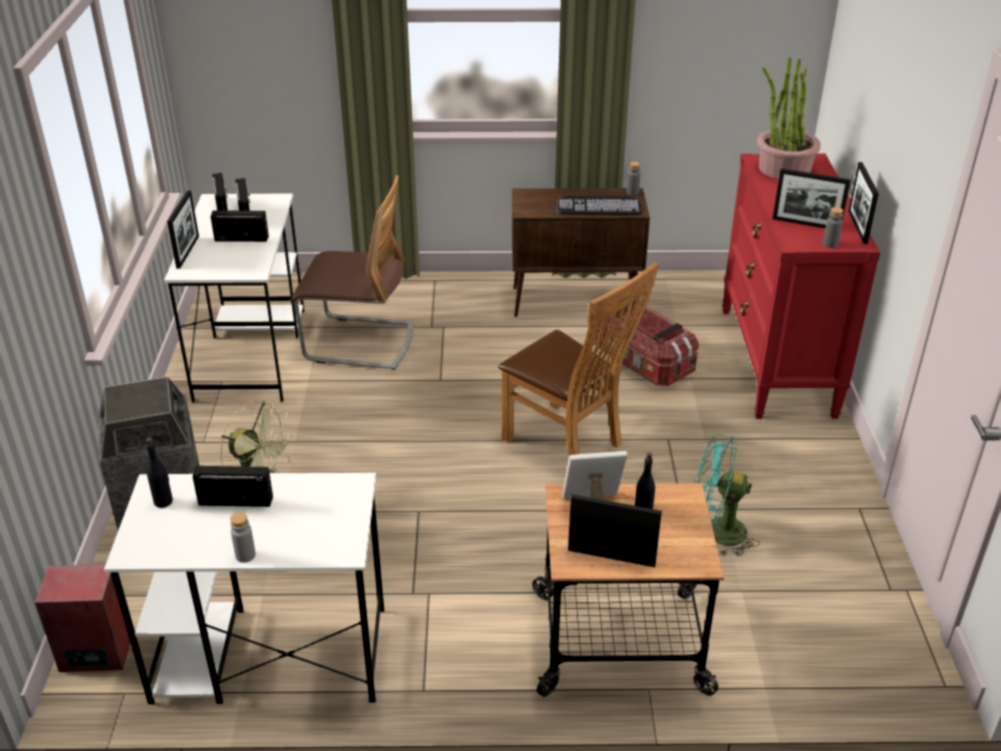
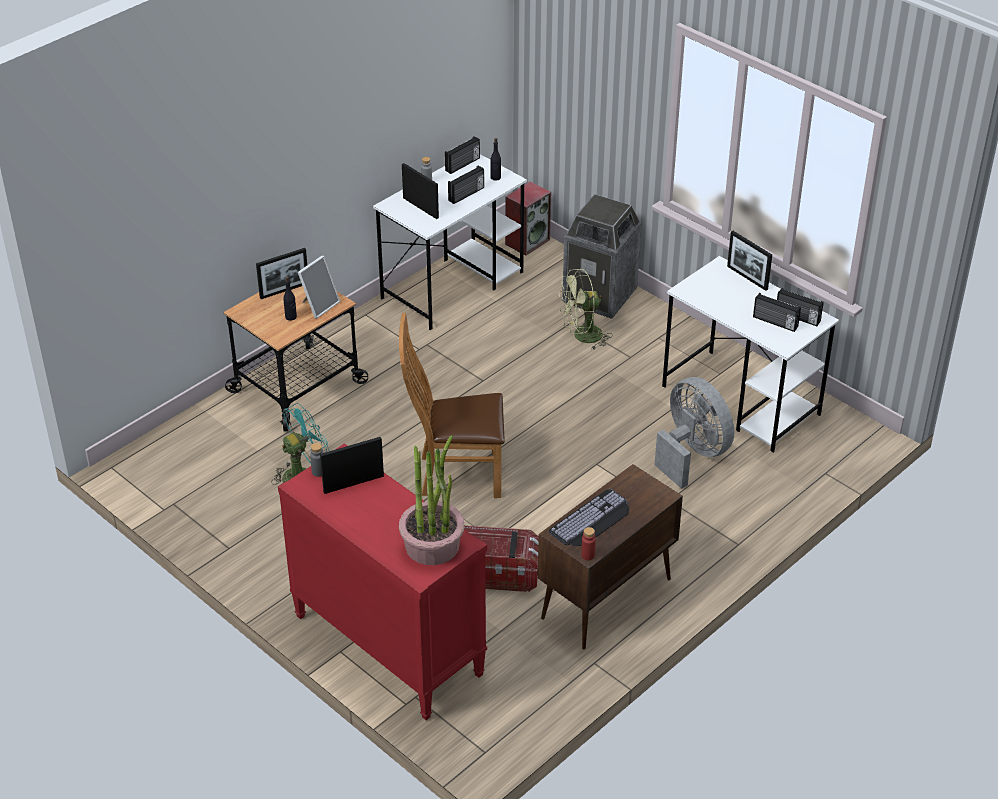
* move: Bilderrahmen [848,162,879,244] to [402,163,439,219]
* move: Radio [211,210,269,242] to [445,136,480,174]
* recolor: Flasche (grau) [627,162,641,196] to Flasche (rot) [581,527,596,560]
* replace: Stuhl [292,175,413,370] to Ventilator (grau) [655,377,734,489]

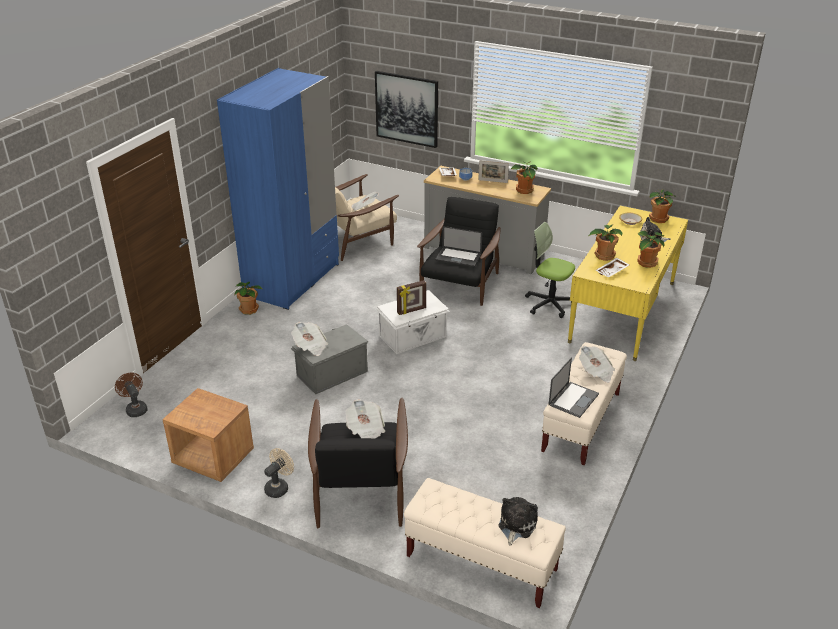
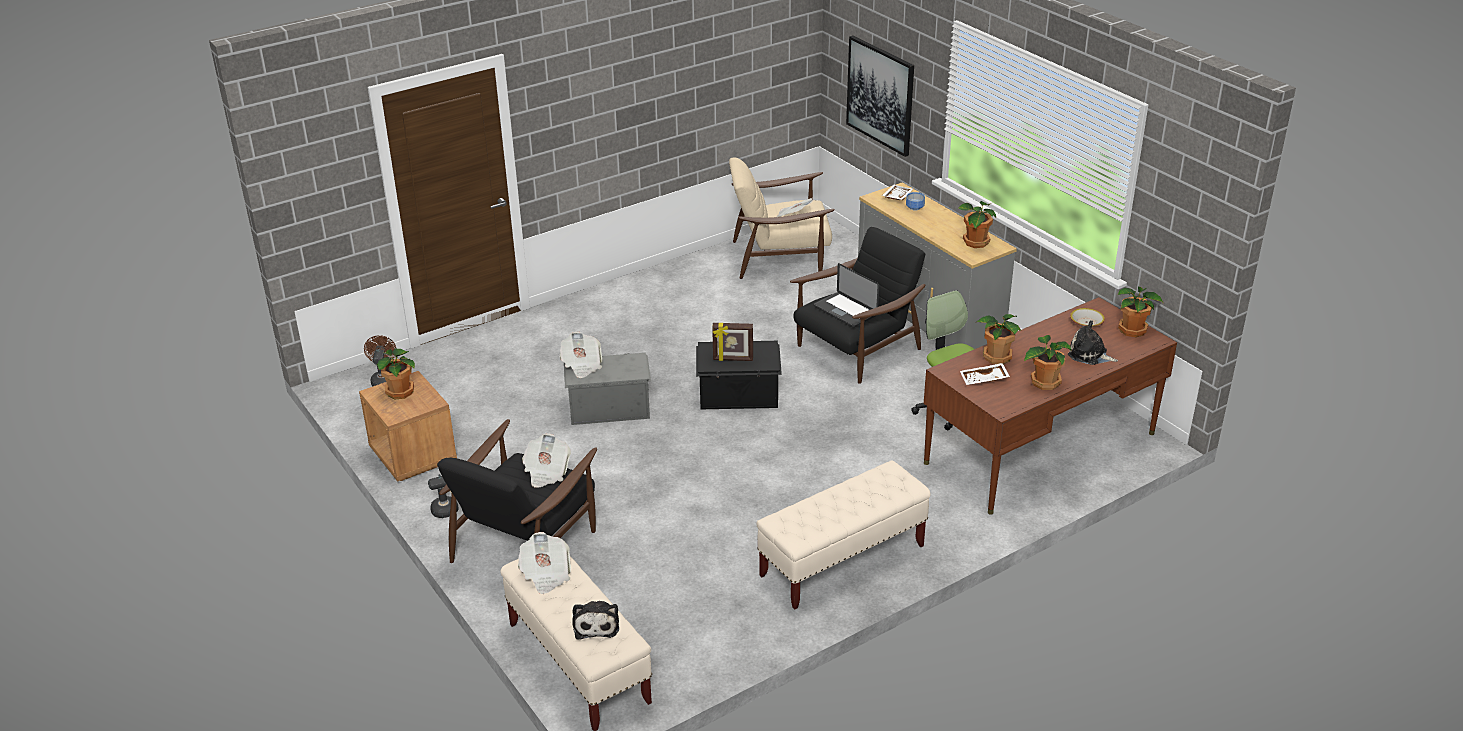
* move: Topfpflanze [235,282,263,315] to [377,349,415,399]
* move: Zeitung [579,346,615,383] to [518,532,571,594]
* rotate: Plüschtier [498,497,538,546] = [572,601,619,639] 120 degrees clockwise
* recolor: Aufbewahrungsbox (weiß) [377,290,450,354] to Aufbewahrungsbox (schwarz) [696,341,782,409]
* recolor: Schreibtisch (gelb) [568,206,688,361] to Schreibtisch (braun) [924,297,1177,515]
* delete: Kleiderschrank (blau) [217,68,339,310]
* delete: Bilderrahmen [478,160,509,183]
* delete: Laptop [548,357,599,418]

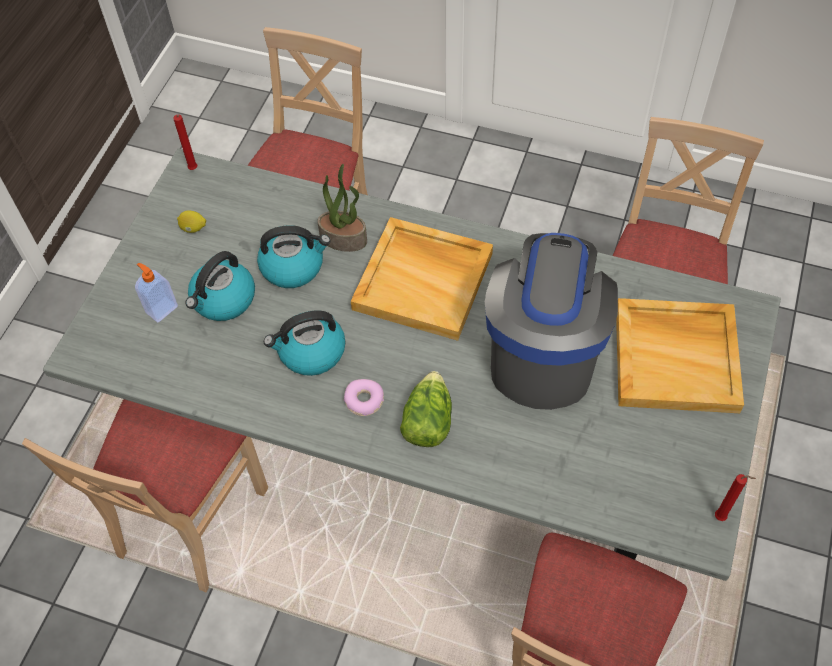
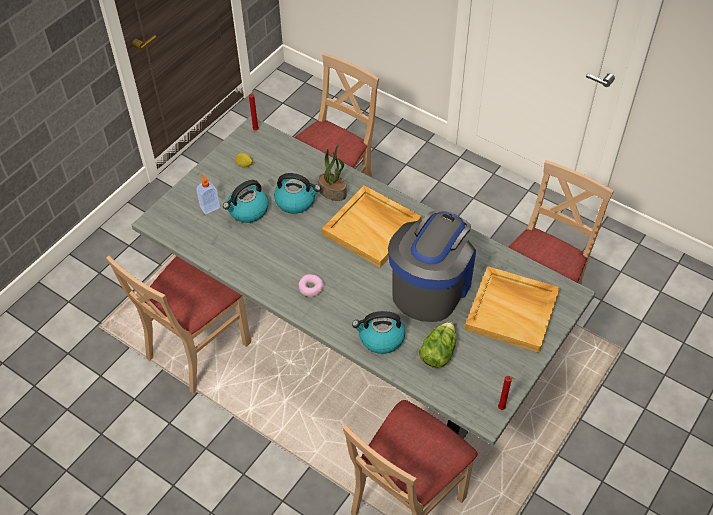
* move: Wasserkessel [264,311,345,376] to [352,311,405,354]
* move: Salatkopf [400,371,452,447] to [419,322,456,368]

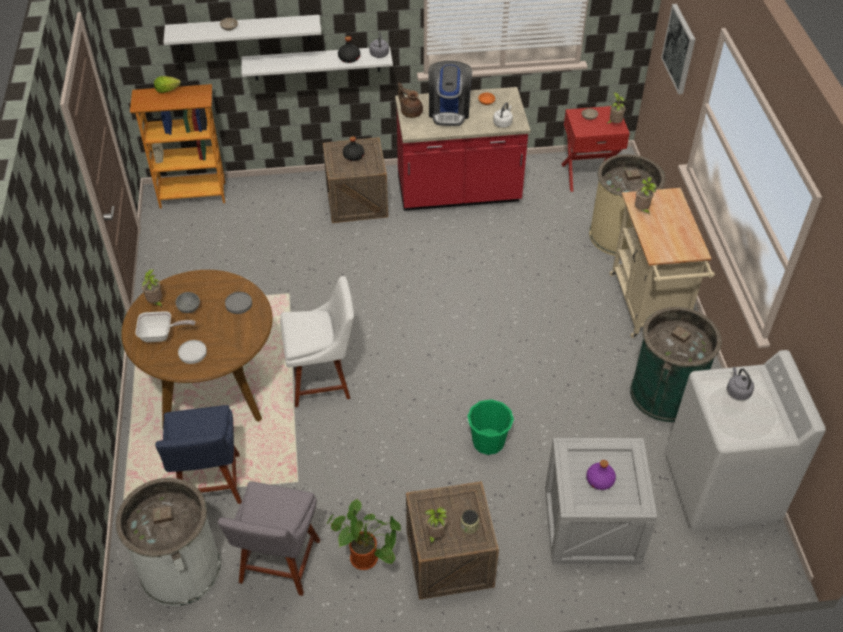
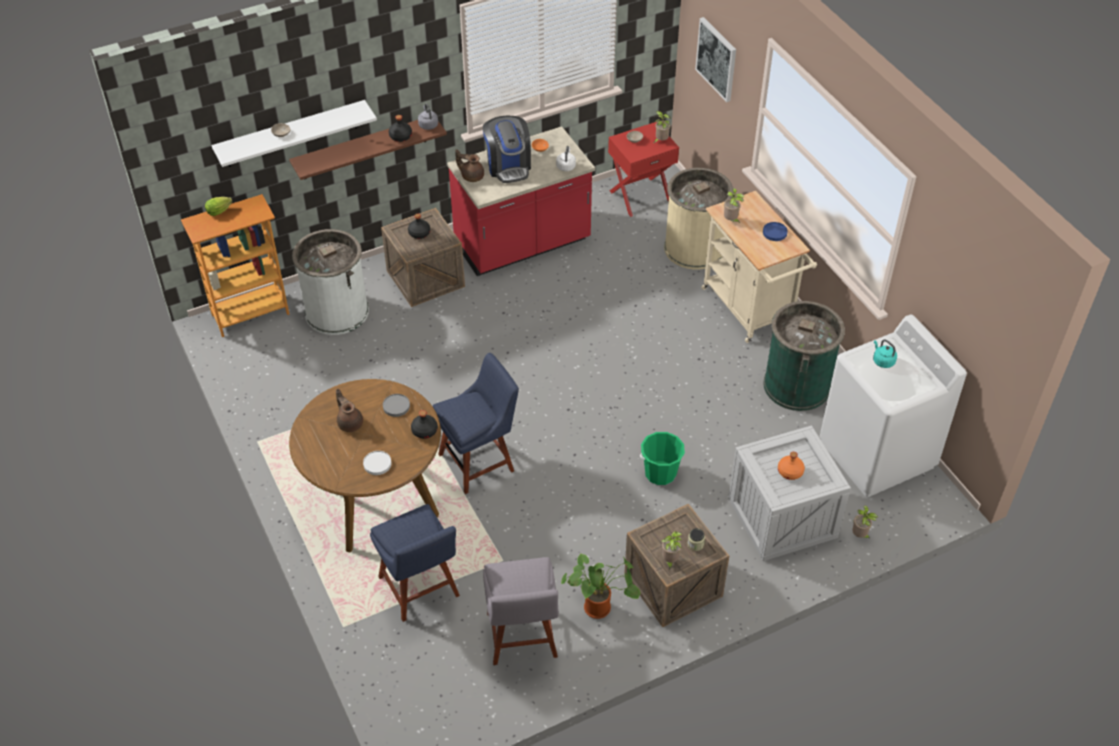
* recolor: Wandregal (weiß) [241,46,393,80] to Wandregal (braun) [289,120,447,180]
* move: Mülleimer (weiß) [116,478,221,606] to [292,229,369,335]
* replace: Schüssel (grau) [176,292,200,313] to Teekanne (braun) [336,389,363,432]
* insert: Flasche (schwarz) [411,410,438,439]
* recolor: Stuhl (weiß) [280,276,354,407] to Stuhl (blau) [432,353,519,494]
* insert: Teller (blau) [763,222,788,241]
* recolor: Flasche (lila) [586,460,616,490] to Flasche (orange) [778,452,805,480]
* move: Topfpflanze [142,269,162,307] to [852,505,878,539]
* recolor: Wasserkessel (grau) [727,367,754,400] to Wasserkessel (türkis) [873,340,897,368]
* delete: Pfanne [135,311,195,342]

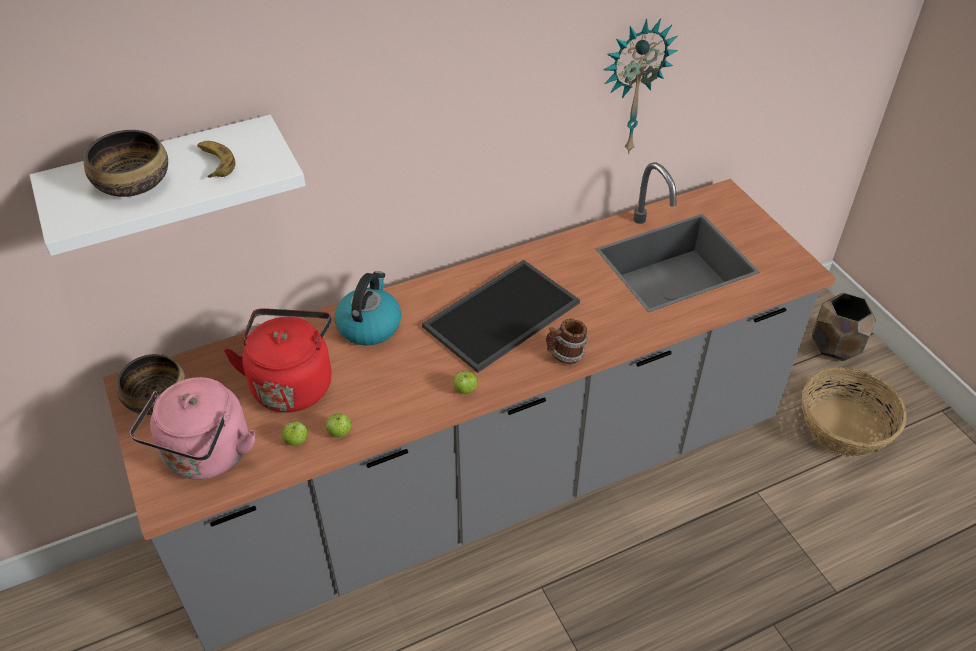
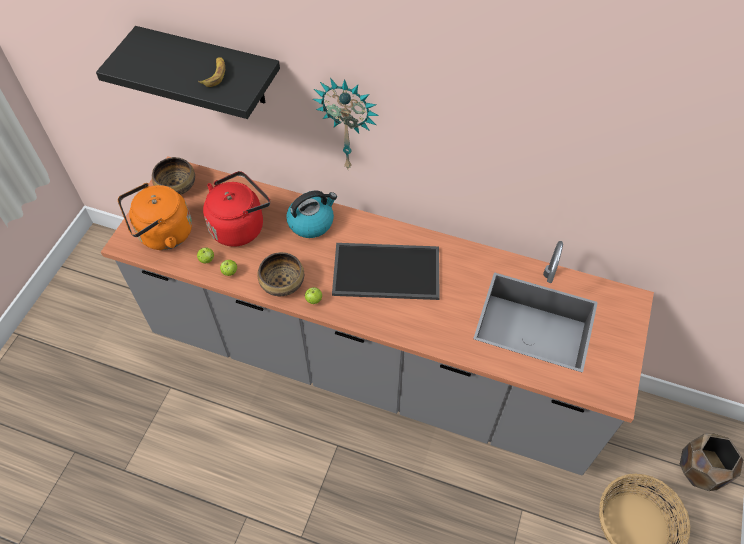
* recolor: Wandregal (weiß) [30,115,305,256] to Wandregal (schwarz) [96,26,280,119]
* recolor: Wasserkessel (rosa) [129,377,256,480] to Wasserkessel (orange) [118,183,192,250]
* move: Schüssel [84,130,168,197] to [257,252,304,296]
* move: Wanduhr [603,18,678,154] to [313,78,379,169]
* delete: Henkelbecher [546,319,587,364]

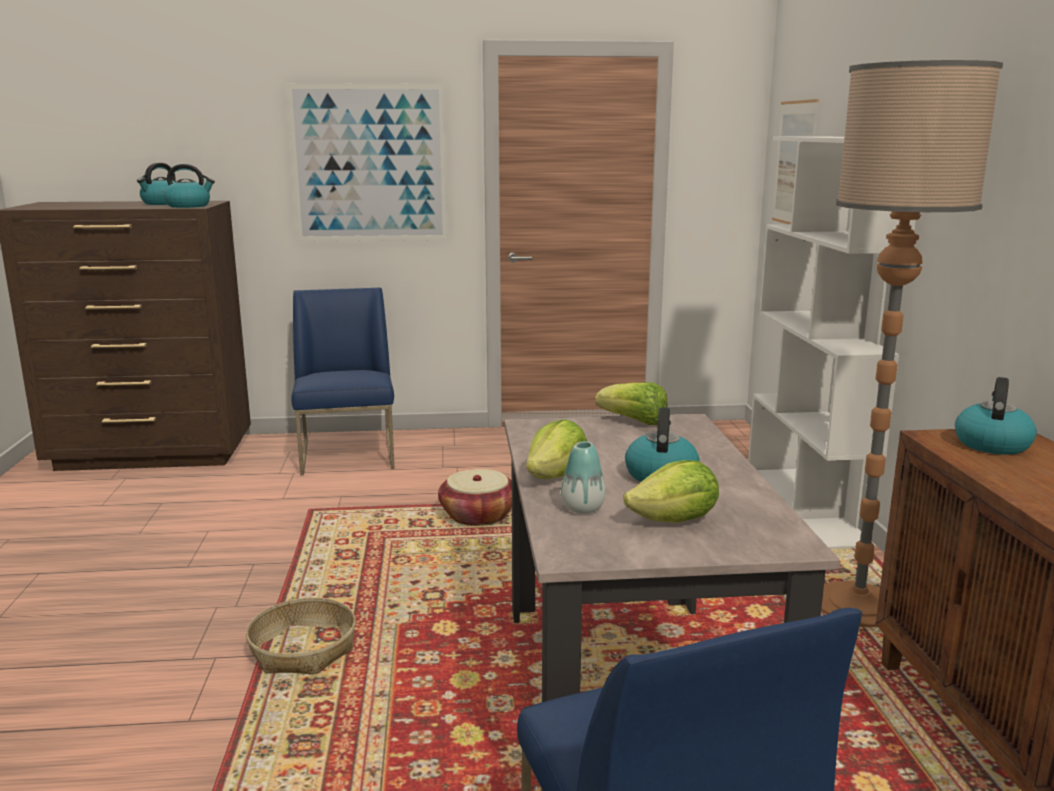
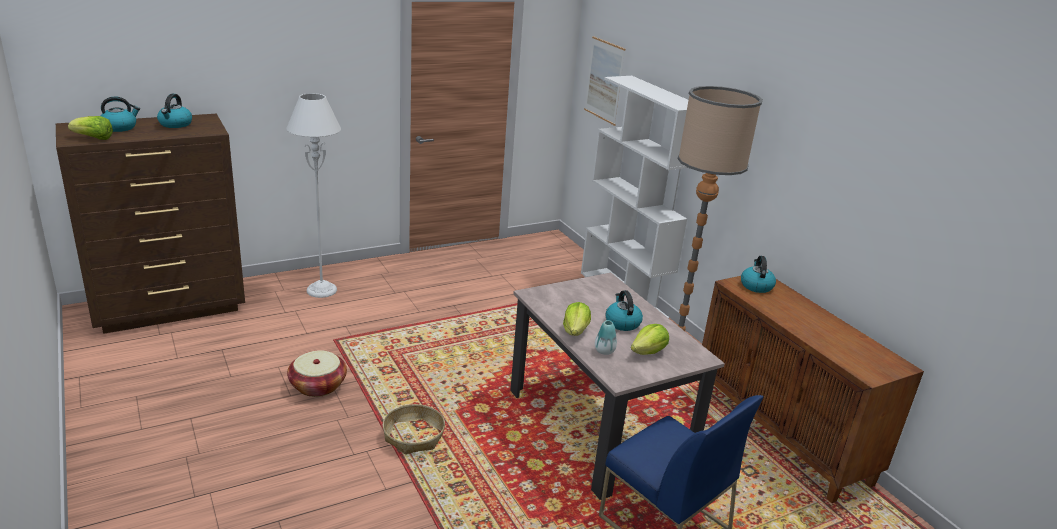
* move: Salatkopf [595,382,668,425] to [68,116,113,140]
* move: Wasserkessel [164,164,215,208] to [101,97,140,132]
* replace: Stuhl (blau) [291,288,394,475] to Stehlampe (grau) [287,93,341,298]
* move: Korb [438,469,512,526] to [287,350,347,397]
* delete: Bild [286,83,448,242]

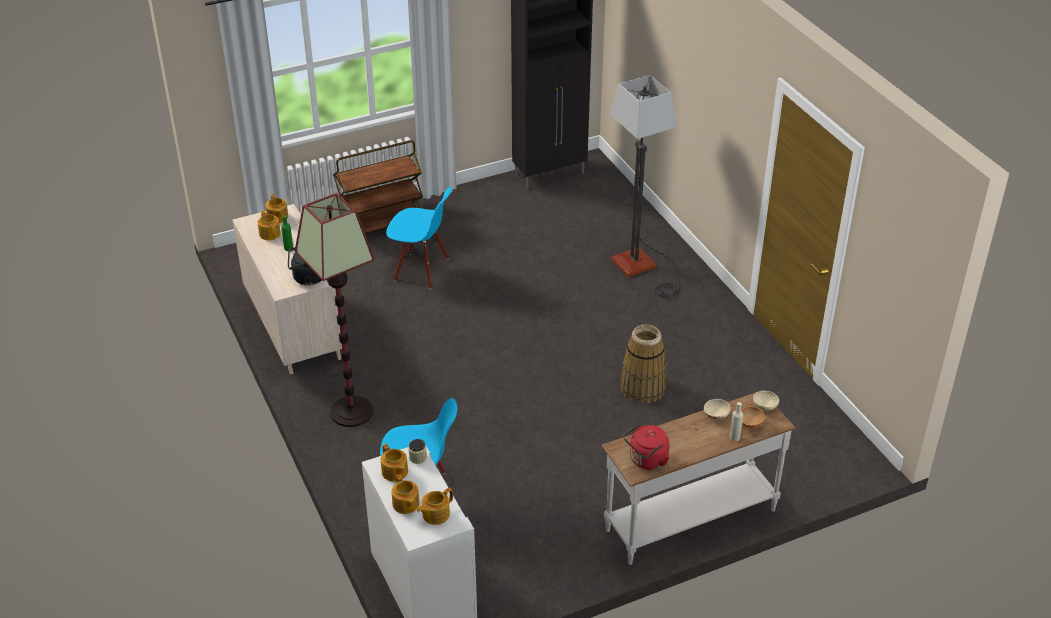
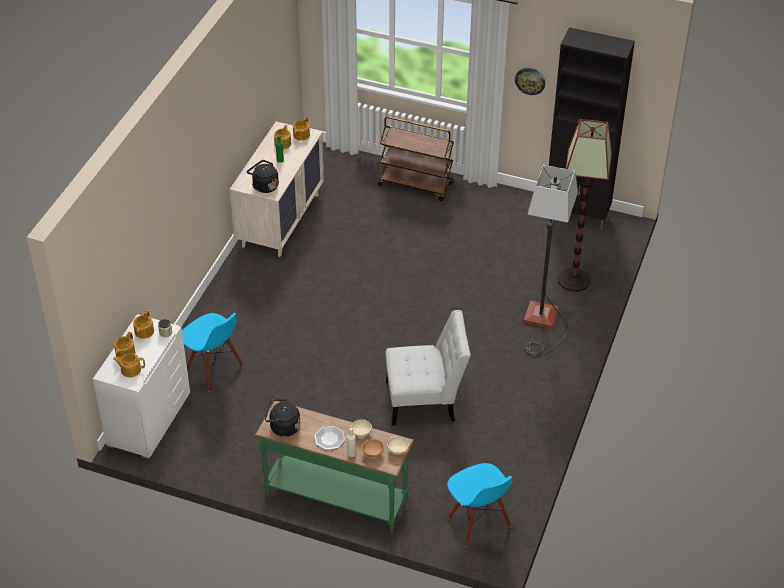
* recolor: Konsolentisch (weiß) [601,390,796,565] to Konsolentisch (grün) [255,401,414,534]
* recolor: Wasserkessel (rot) [623,424,670,470] to Wasserkessel (schwarz) [265,399,300,437]
* insert: Teller [314,426,345,450]
* replace: Korb [620,324,666,404] to Stuhl (weiß) [385,310,471,426]
* move: Stuhl (blau) [386,187,451,289] to [447,463,512,547]
* insert: Wanduhr [515,68,545,95]
* move: Stehlampe [295,193,375,427] to [558,119,612,292]

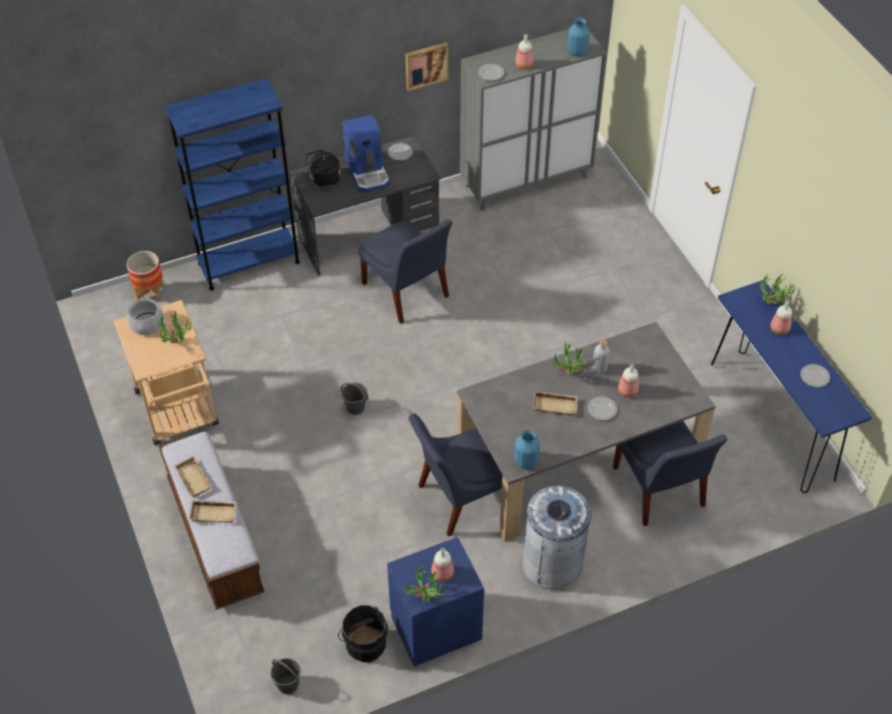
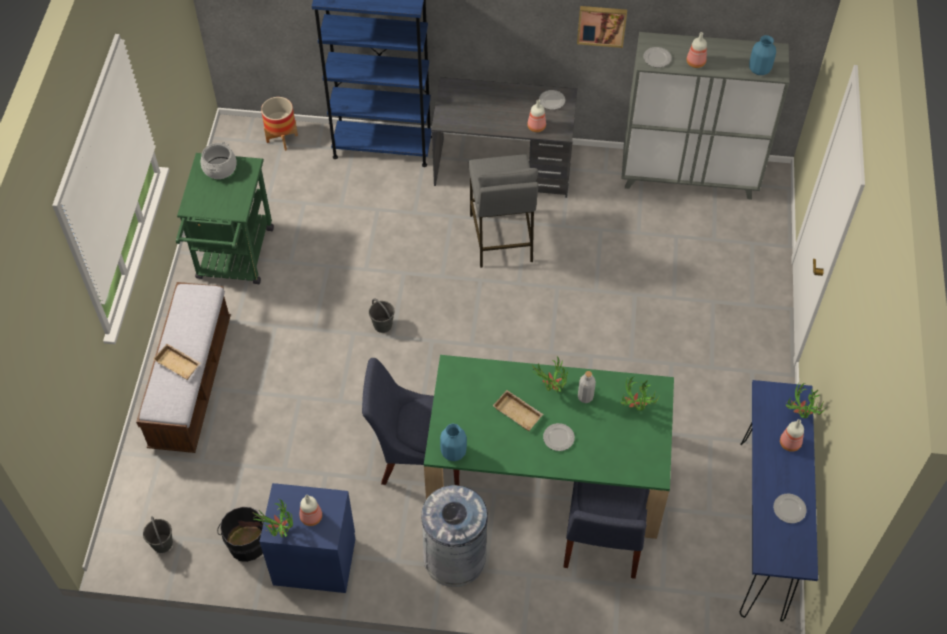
* recolor: Rollwagen (beige) [114,300,219,445] to Rollwagen (grün) [176,153,274,284]
* recolor: Esstisch (grau) [457,322,715,542] to Esstisch (grün) [424,355,674,539]
* replace: Stuhl (blau) [358,219,452,324] to Hocker (grau) [469,154,538,268]
* move: Flasche [618,363,639,397] to [527,99,546,132]
* move: Topfpflanze [158,311,192,343] to [621,377,661,411]
* delete: Tablett (beige) [173,456,212,497]
* delete: Wasserkessel (schwarz) [306,149,341,187]
* delete: Kaffeemaschine [342,115,390,193]

